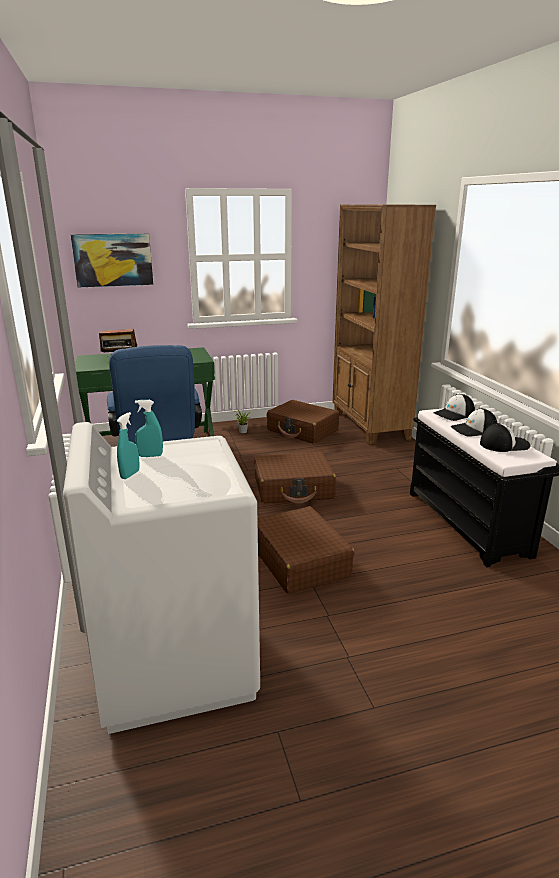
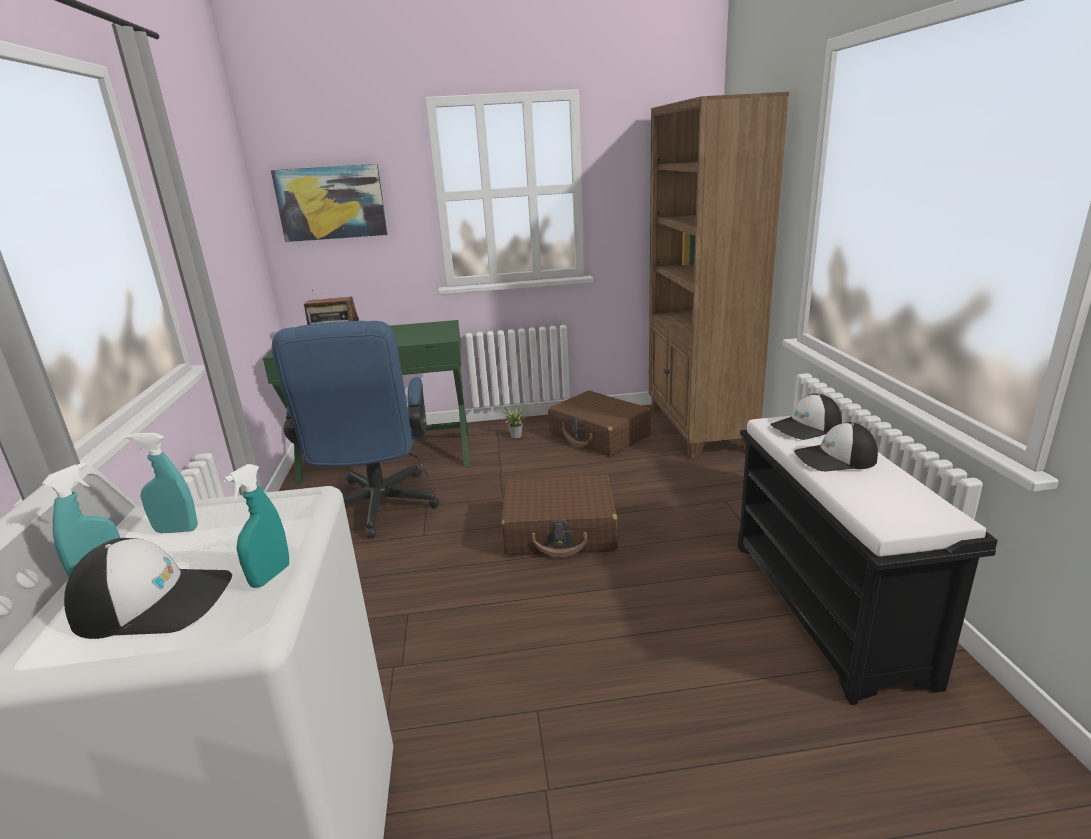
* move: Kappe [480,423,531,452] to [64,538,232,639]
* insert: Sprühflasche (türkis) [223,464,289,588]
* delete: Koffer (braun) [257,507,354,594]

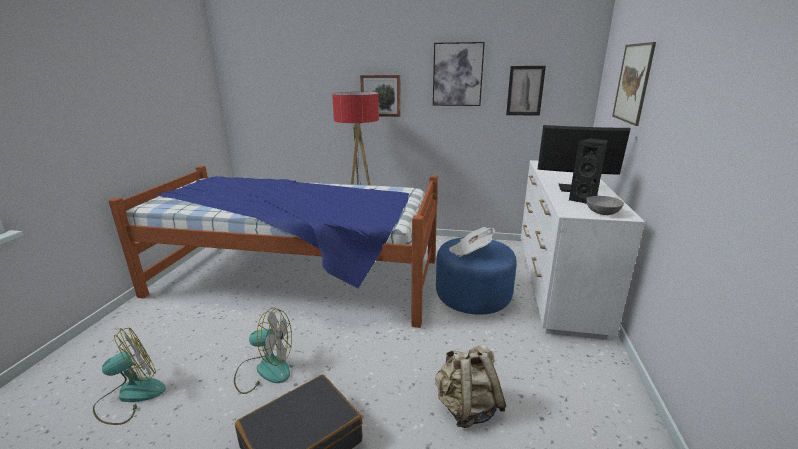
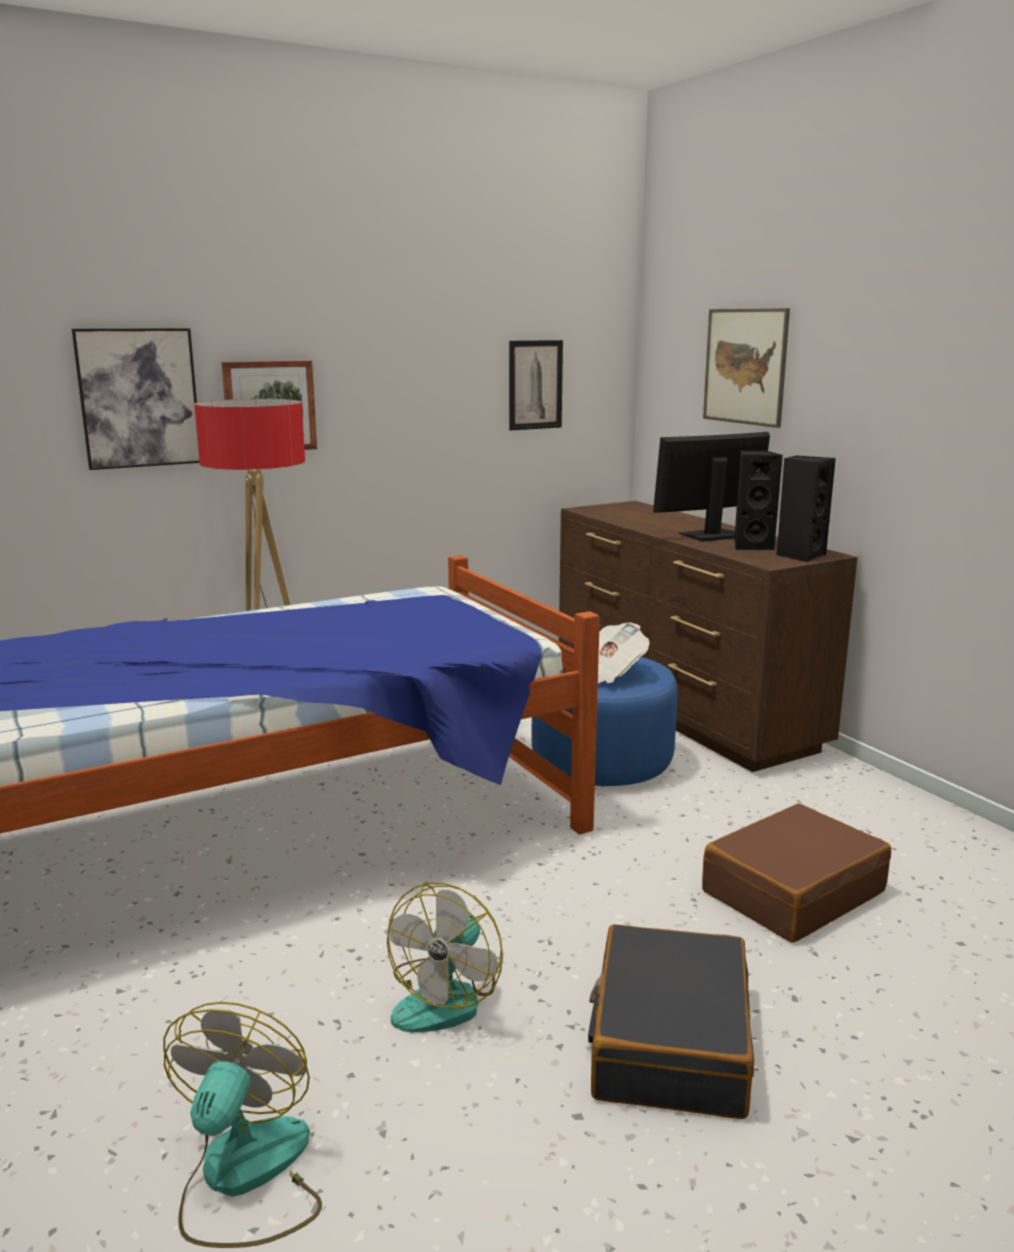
* move: Bild [433,42,485,106] to [72,328,200,470]
* rotate: Ventilator [234,308,292,394] = [387,883,503,1032] 150 degrees clockwise
* recolor: Kommode (weiß) [521,160,645,340] to Kommode (braun) [559,501,857,772]
* replace: Rucksack (beige) [435,344,506,428] to Koffer (braun) [702,803,891,943]
* replace: Schüssel (grau) [586,196,624,215] to Lautsprecher (schwarz) [777,455,836,562]

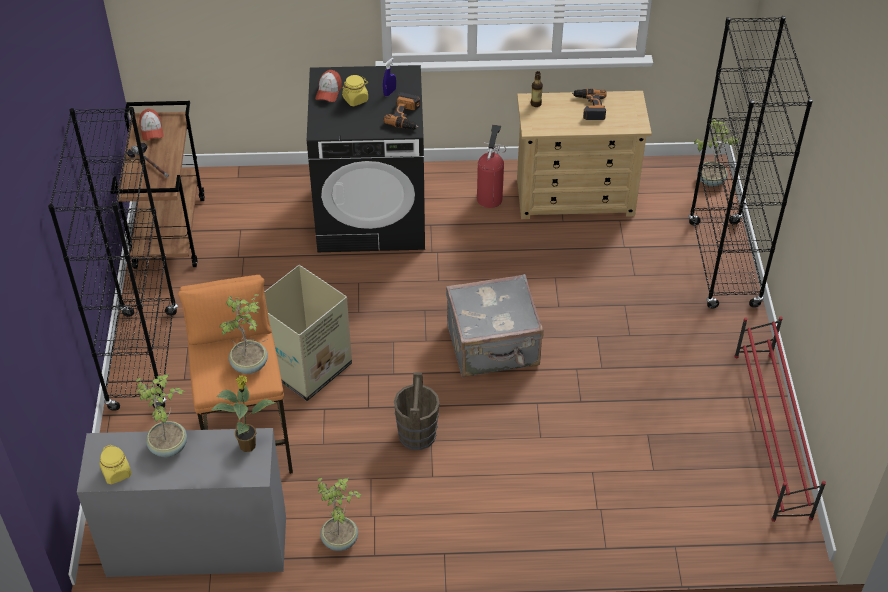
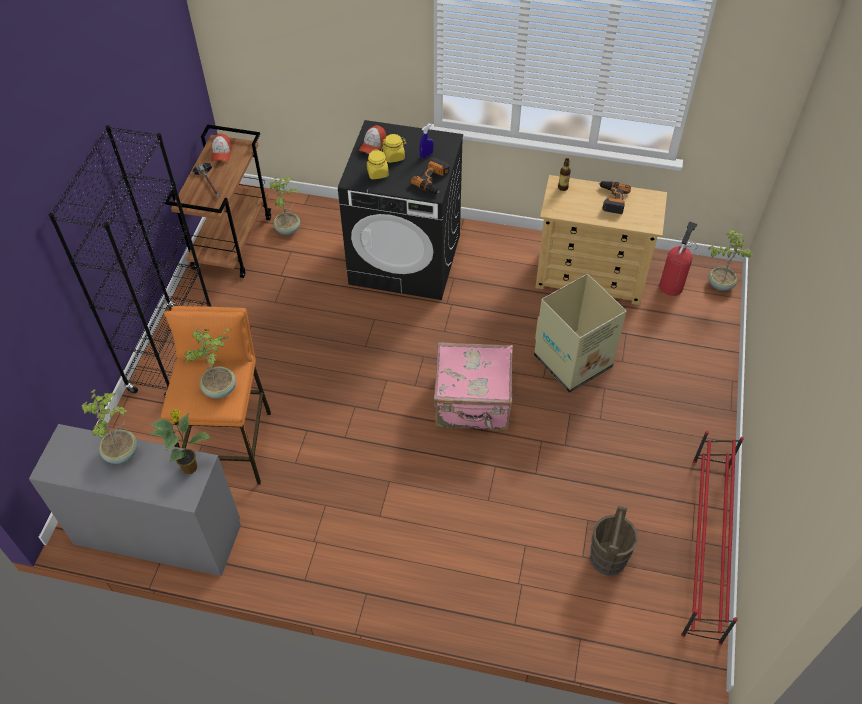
* move: Topfpflanze [317,477,363,551] to [270,177,300,235]
* move: Vorratsglas (gelb) [99,445,132,484] to [367,149,389,179]
* recolor: Koffer (grau) [446,274,544,378] to Koffer (rosa) [433,342,513,431]
* move: Karton [264,265,352,401] to [534,274,627,393]
* move: Eimer (braun) [394,372,440,450] to [590,506,638,576]
* move: Feuerlöscher [477,125,506,208] to [659,221,698,296]
* delete: Bücherregal (schwarz) [688,16,813,309]

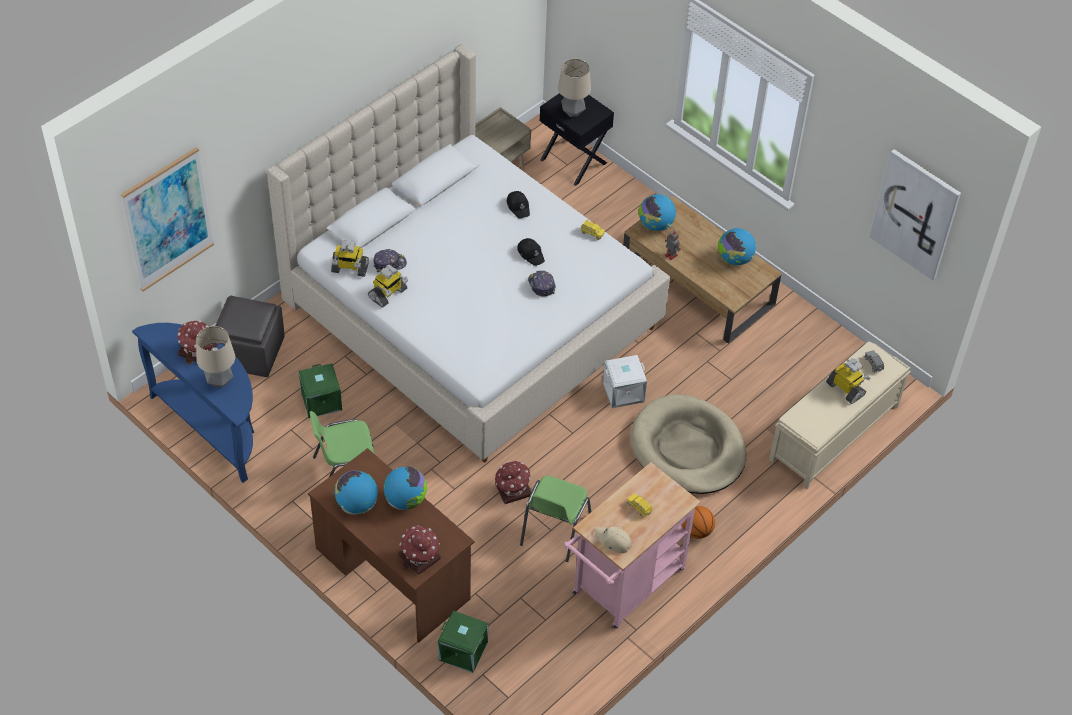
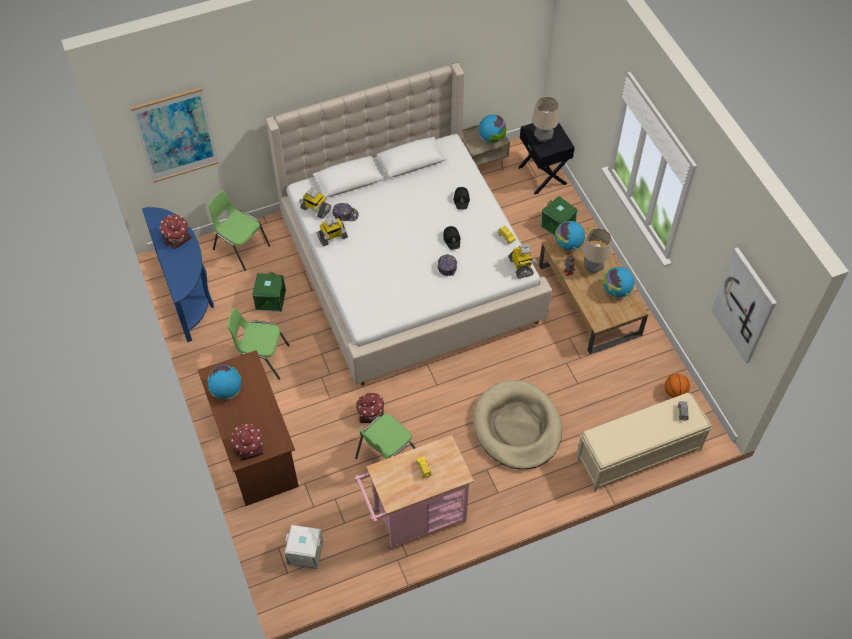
* replace: Polsterhocker (grau) [215,295,285,377] to Stuhl (grün) [208,191,270,271]
* move: Aufbewahrungsbox (weiß) [603,355,647,408] to [285,525,323,569]
* move: Globus [384,466,427,510] to [479,115,507,143]
* move: Spielzeugroboter [826,358,870,404] to [508,244,537,278]
* move: Aufbewahrungsbox (grün) [438,610,488,673] to [540,196,578,236]
* move: Tischlampe [196,326,235,388] to [582,228,611,273]
* move: Basketball [683,506,715,539] to [665,374,690,398]
* delete: Kappe (beige) [595,527,632,553]

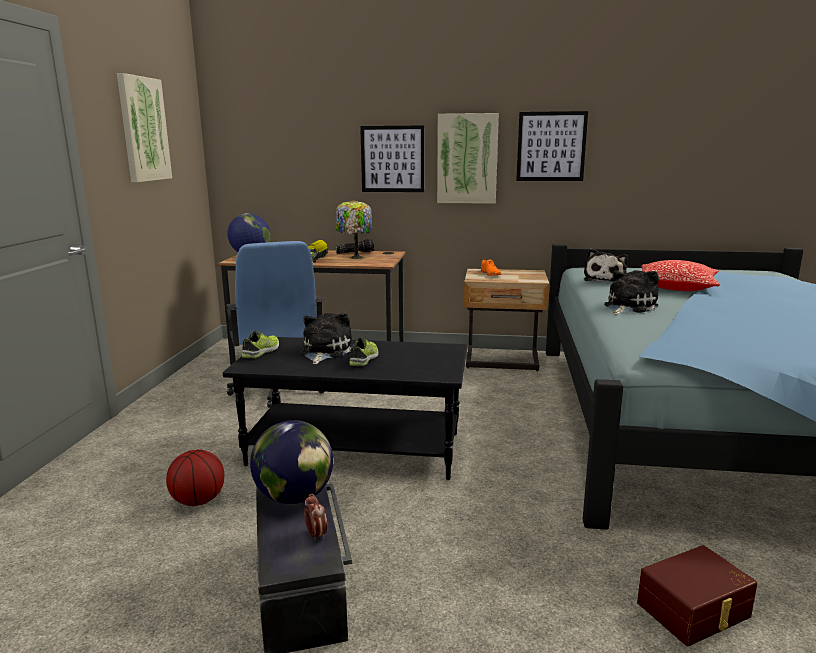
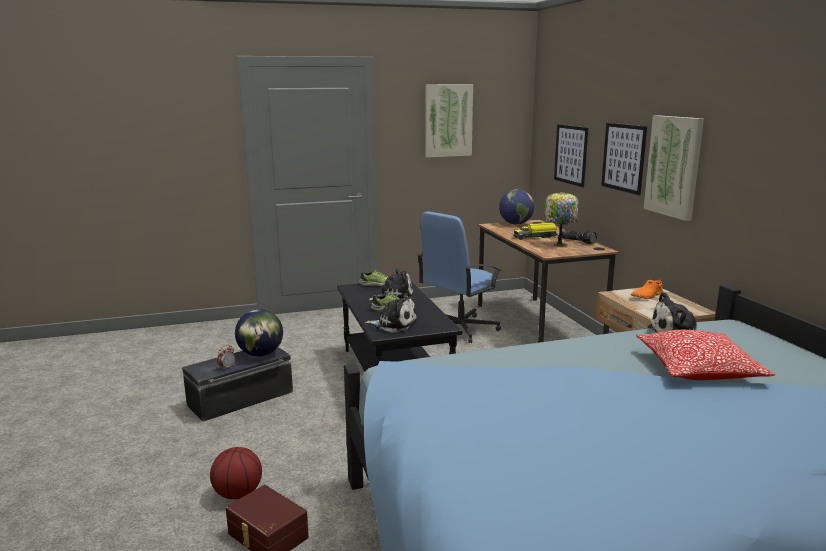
* move: Basketball [166,449,224,506] to [210,447,262,499]
* move: Plüschtier [604,270,659,315] to [365,293,418,333]
* move: Bild [516,111,588,181] to [554,124,588,187]

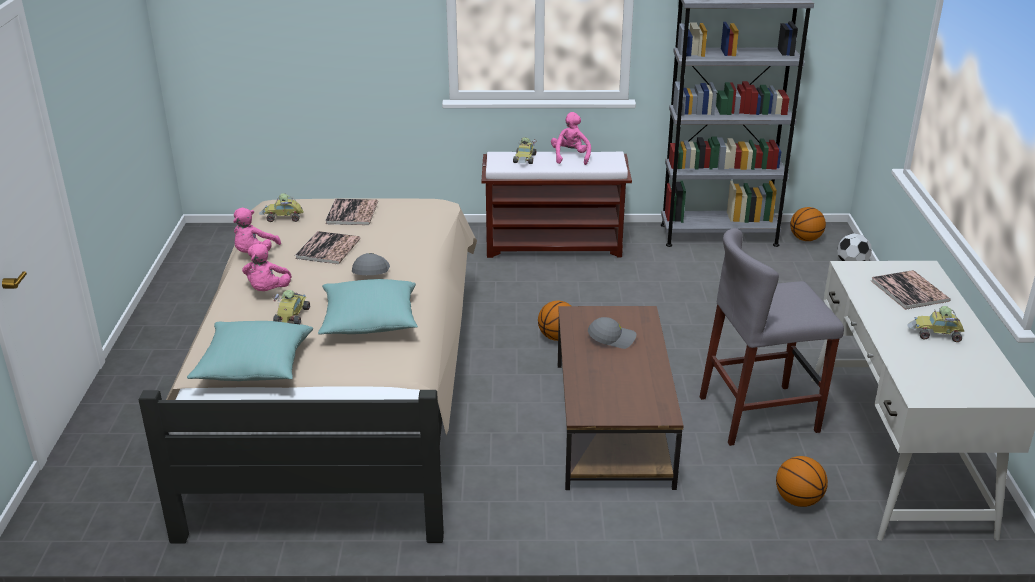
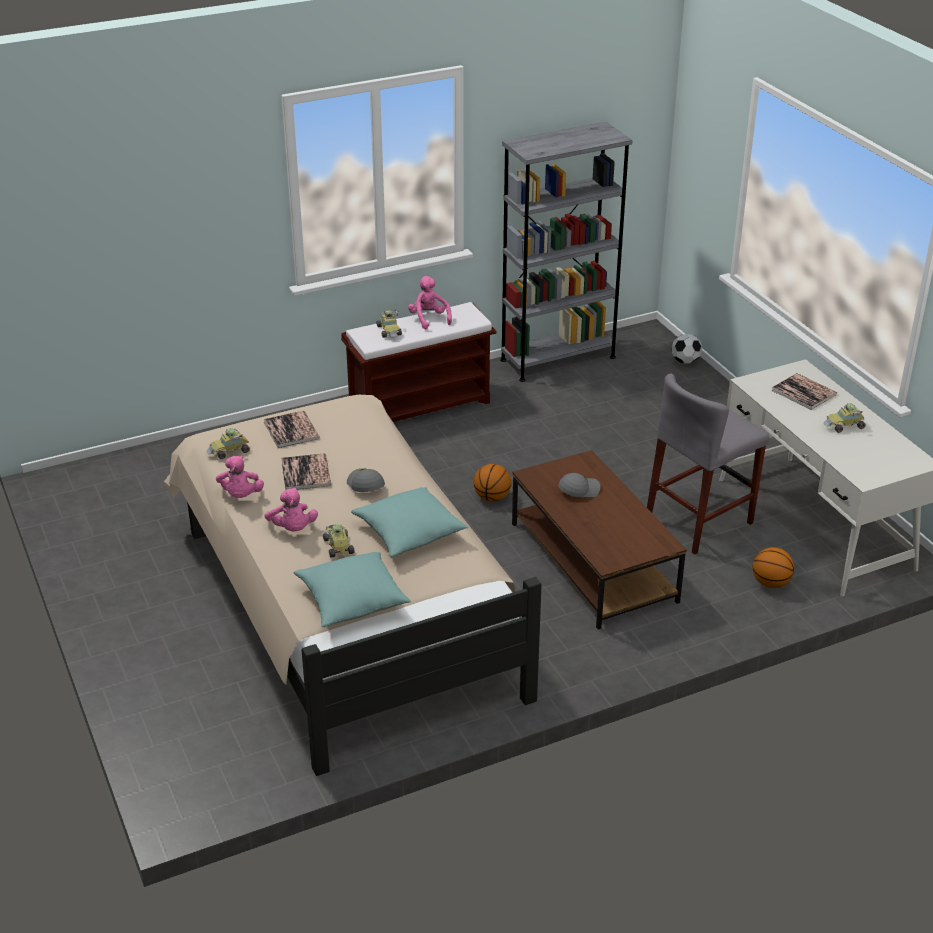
* delete: Basketball [790,207,826,241]

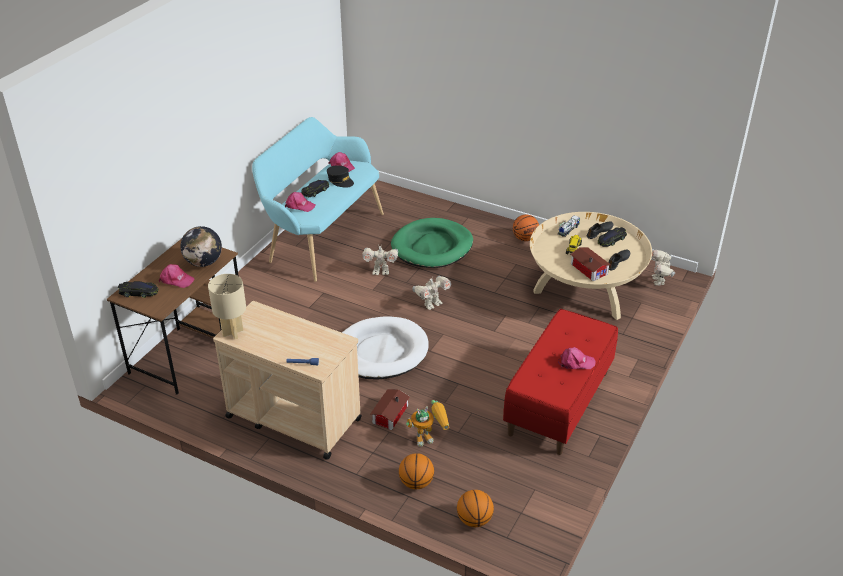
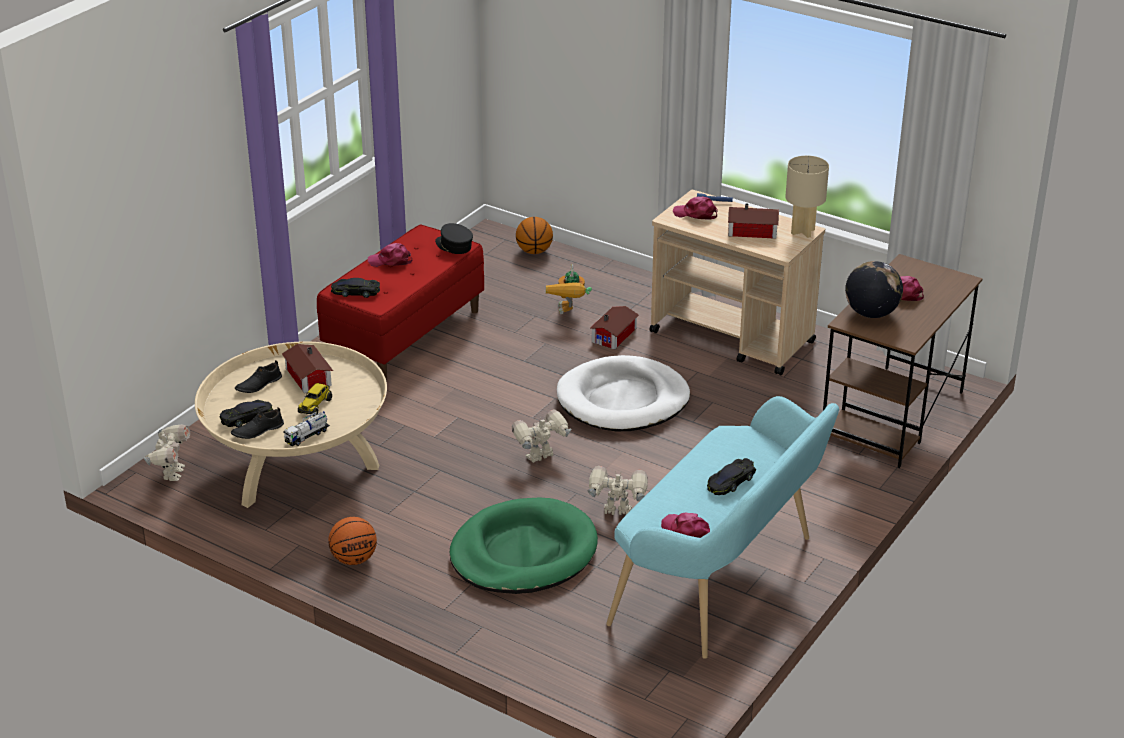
* move: Spielzeugauto (schwarz) [118,281,159,298] to [331,278,380,298]
* move: Kappe (schwarz) [327,166,354,188] to [435,223,473,254]
* rotate: Spielzeugroboter [406,400,449,447] = [546,264,592,314] 75 degrees counterclockwise
* move: Kappe (rosa) [285,192,316,212] to [673,197,718,220]
* insert: Spielzeughaus [728,204,779,239]
* delete: Basketball [399,453,434,489]

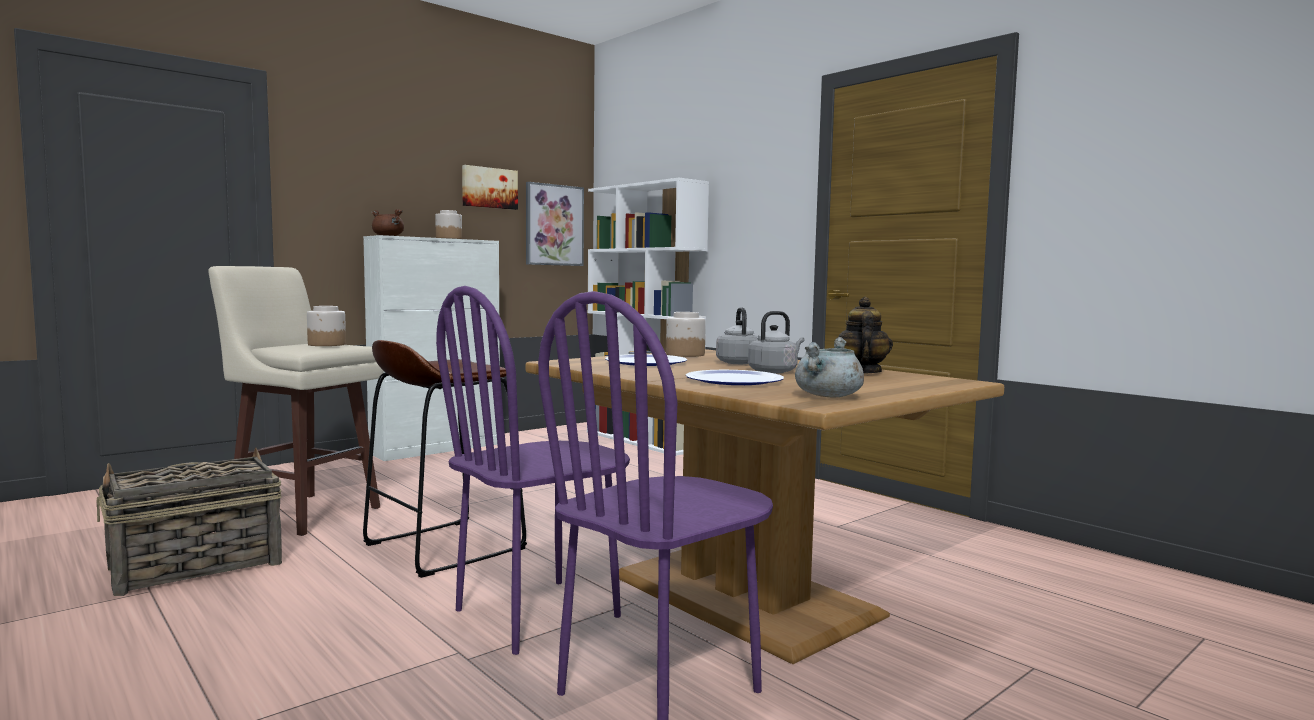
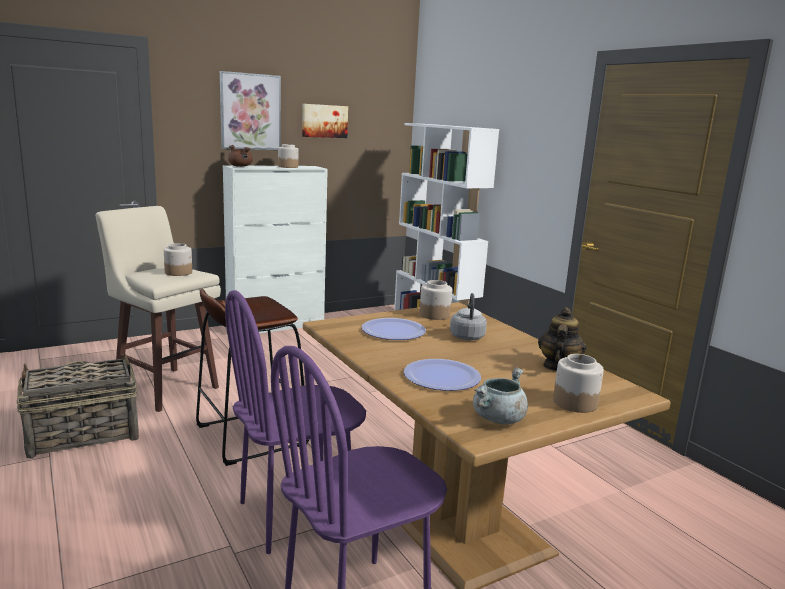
* move: Bild [526,182,584,266] to [220,71,281,150]
* insert: Vorratsglas [553,354,604,413]
* delete: Wasserkessel (grau) [748,311,805,373]

